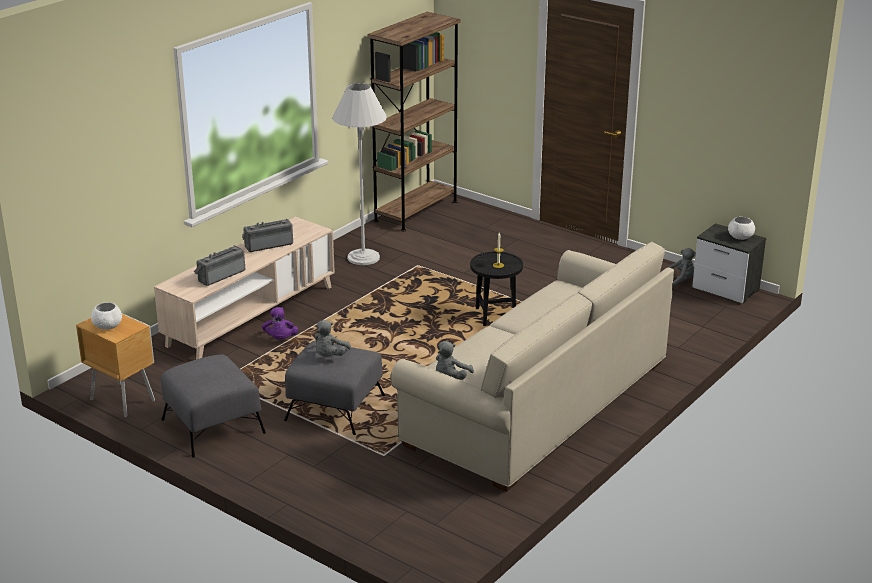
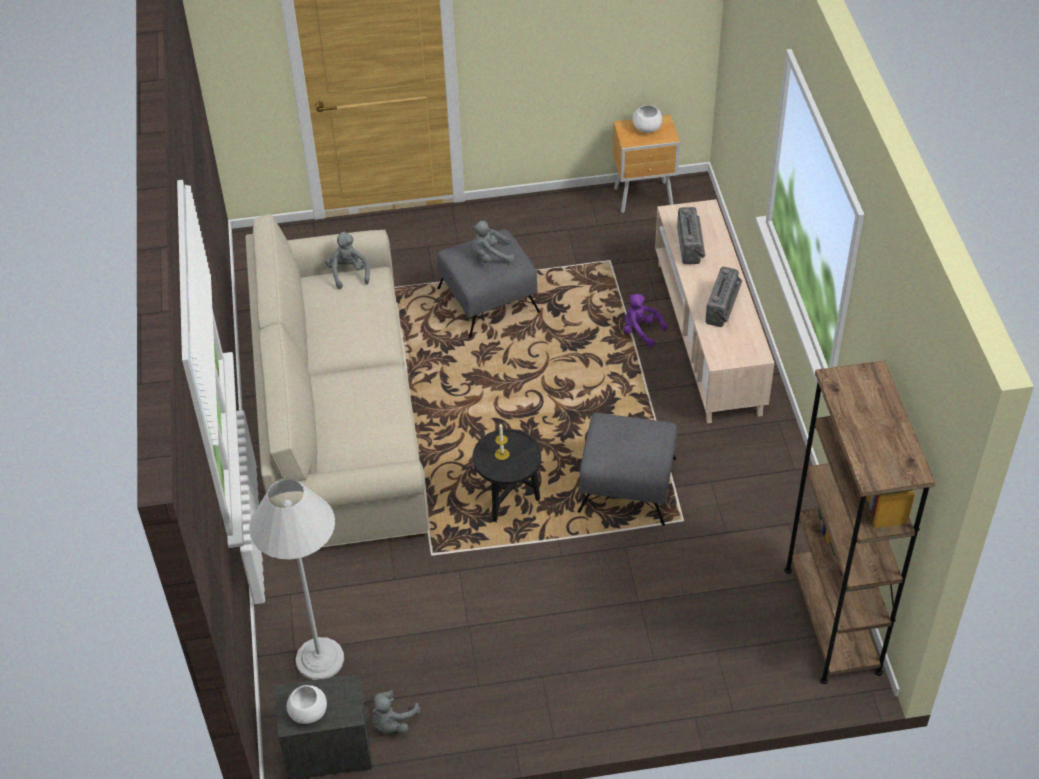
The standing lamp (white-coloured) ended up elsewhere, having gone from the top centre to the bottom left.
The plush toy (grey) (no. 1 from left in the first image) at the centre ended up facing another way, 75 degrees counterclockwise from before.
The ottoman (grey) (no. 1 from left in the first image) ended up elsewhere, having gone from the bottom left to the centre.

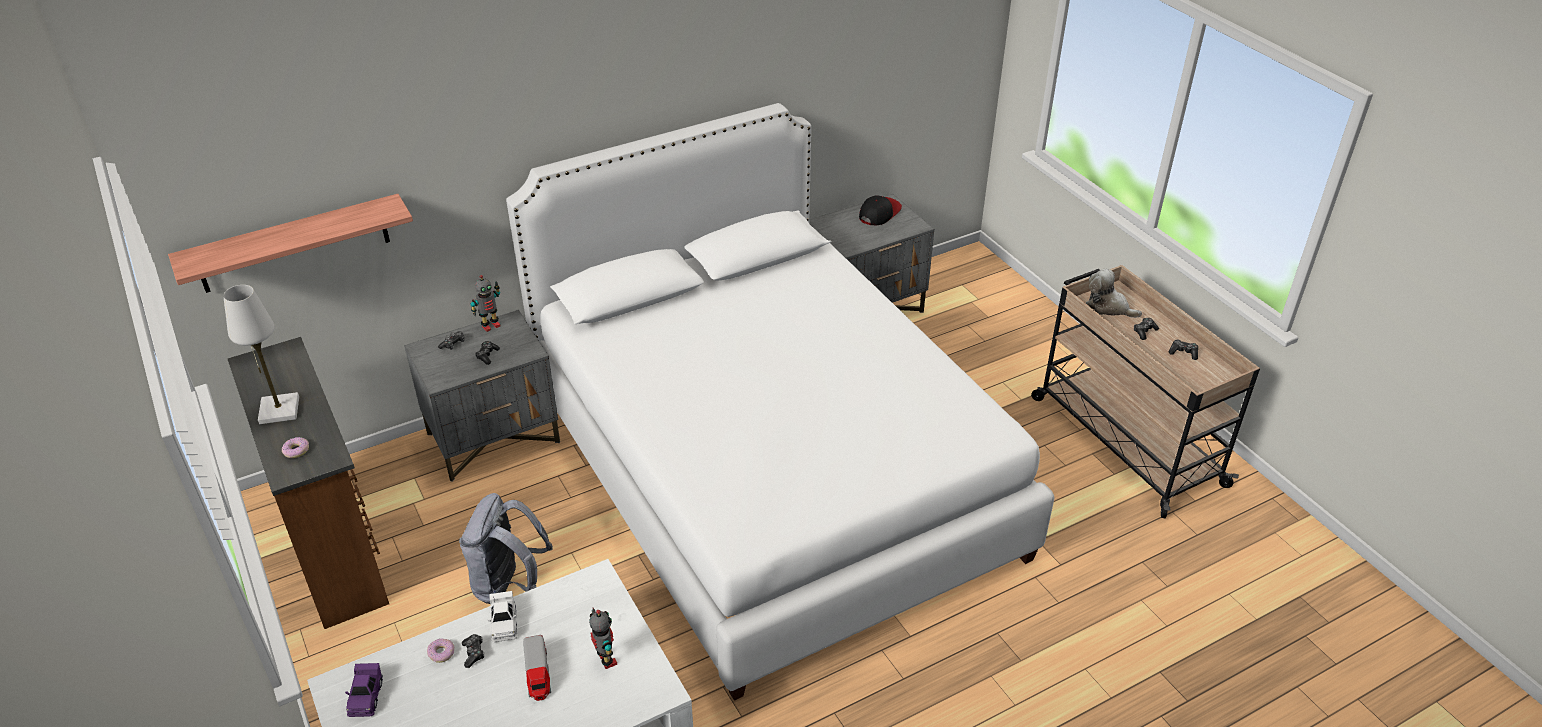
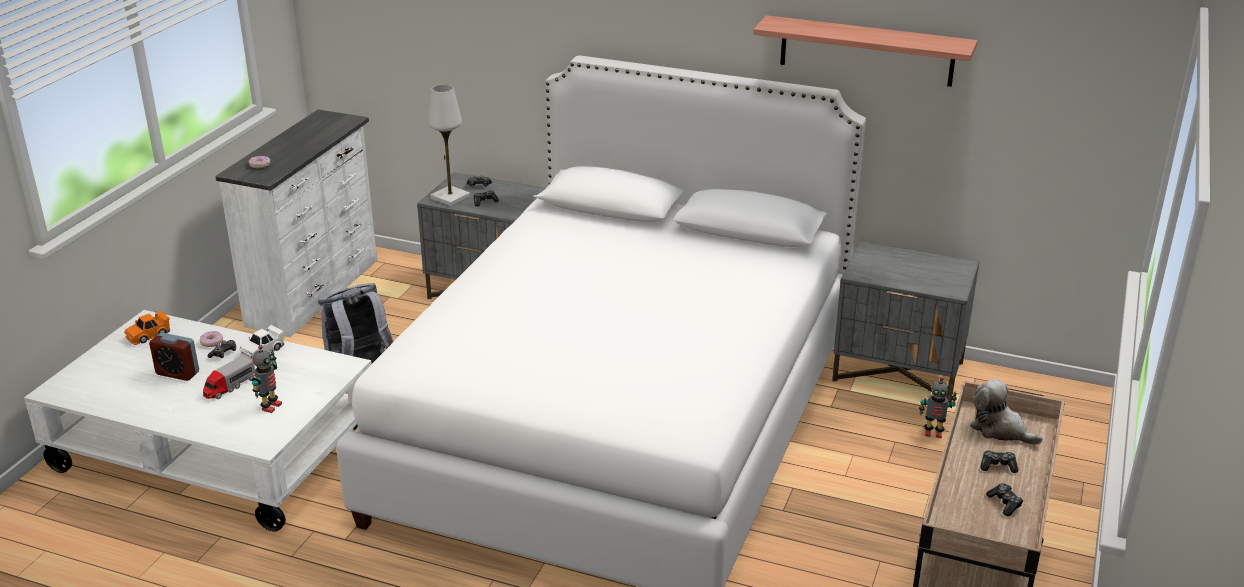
What was the toy car (purple-coloured) at the bottom left turned into the toy car (orangey) at the middle left.
The second view gained the table clock at the middle left.
What was the dresser (brownish) at the middle left turned into the dresser (white-coloured) at the middle left.
The tabletop lamp (white-coloured) ended up elsewhere, having gone from the middle left to the top centre.
The bracket shelf ended up elsewhere, having gone from the middle left to the top right.
The toy robot (no. 1 from left in the first image) ended up elsewhere, having gone from the middle left to the bottom right.
The plush toy at the middle right ended up facing another way, 45 degrees counterclockwise from before.
The second view lost the peaked cap at the top centre.

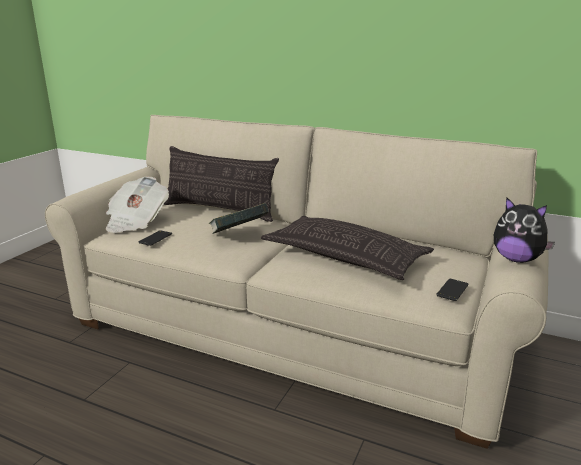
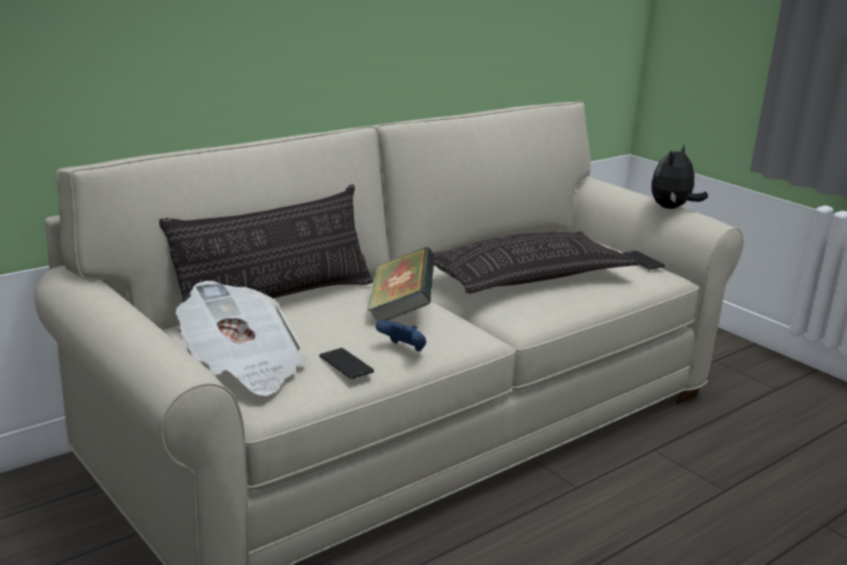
The second view gained the joypad (blue-coloured) at the centre.
The plush toy at the middle right ended up facing another way, 150 degrees clockwise from before.

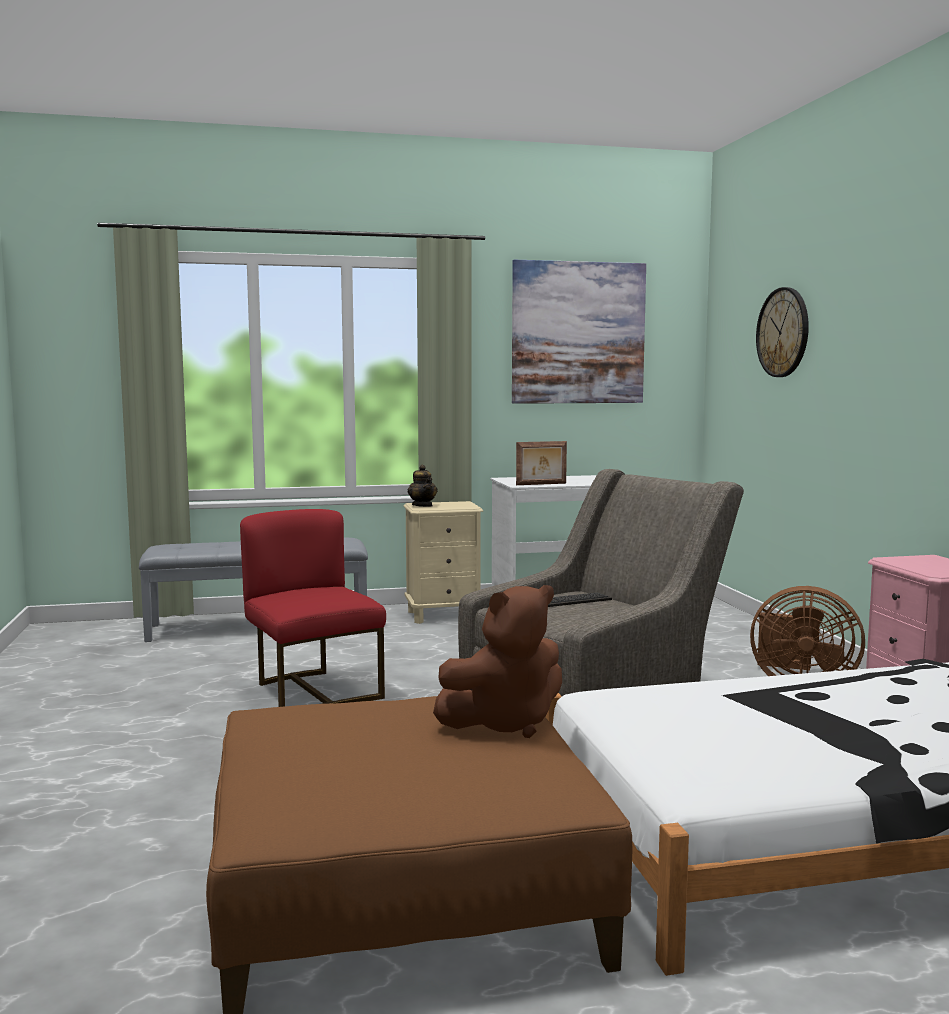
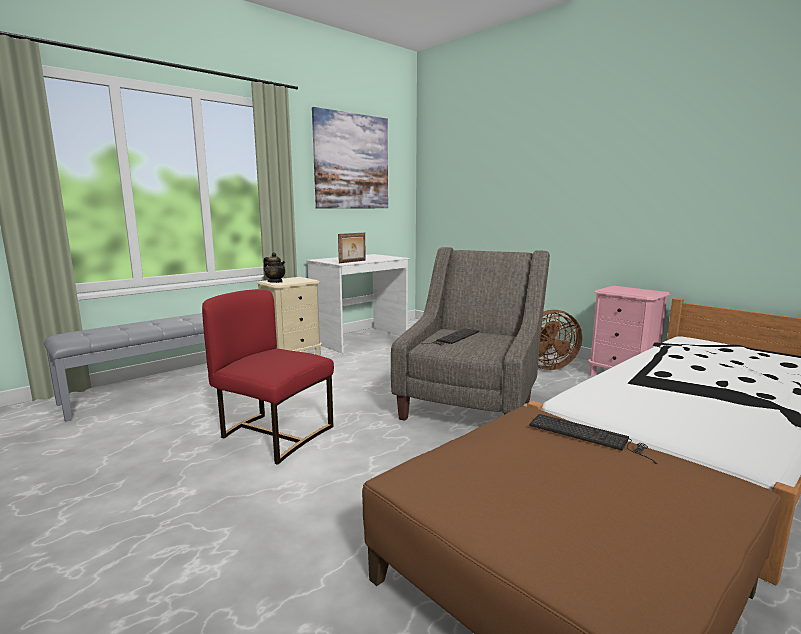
Where the plush toy (brownish) stood at the centre, the computer keyboard (no. 2 from left) came to stand at the bottom right.
The second view lost the hanging clock at the top right.

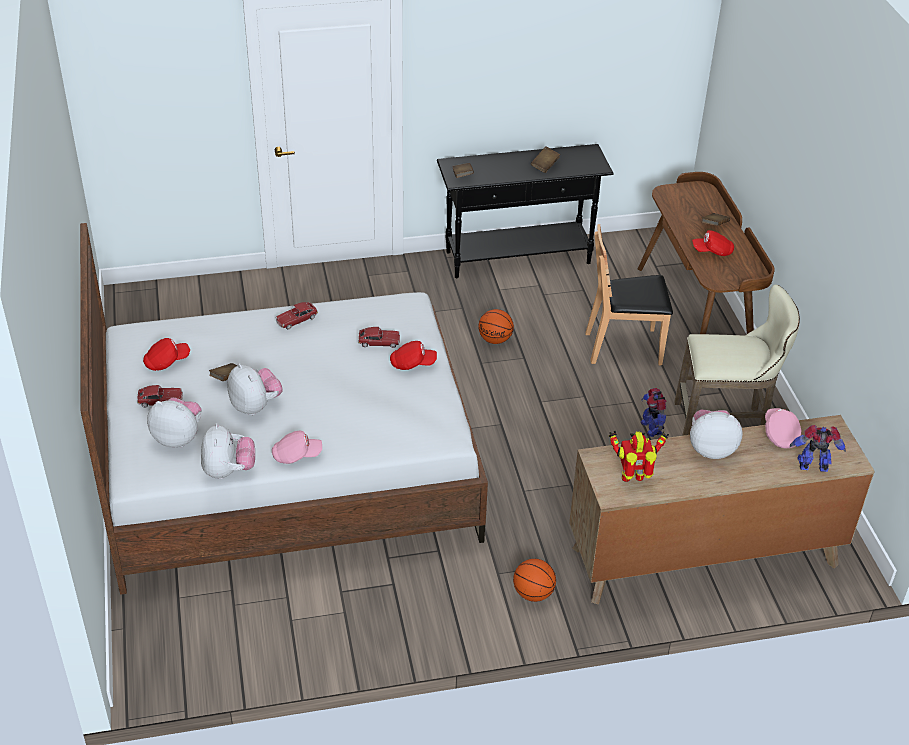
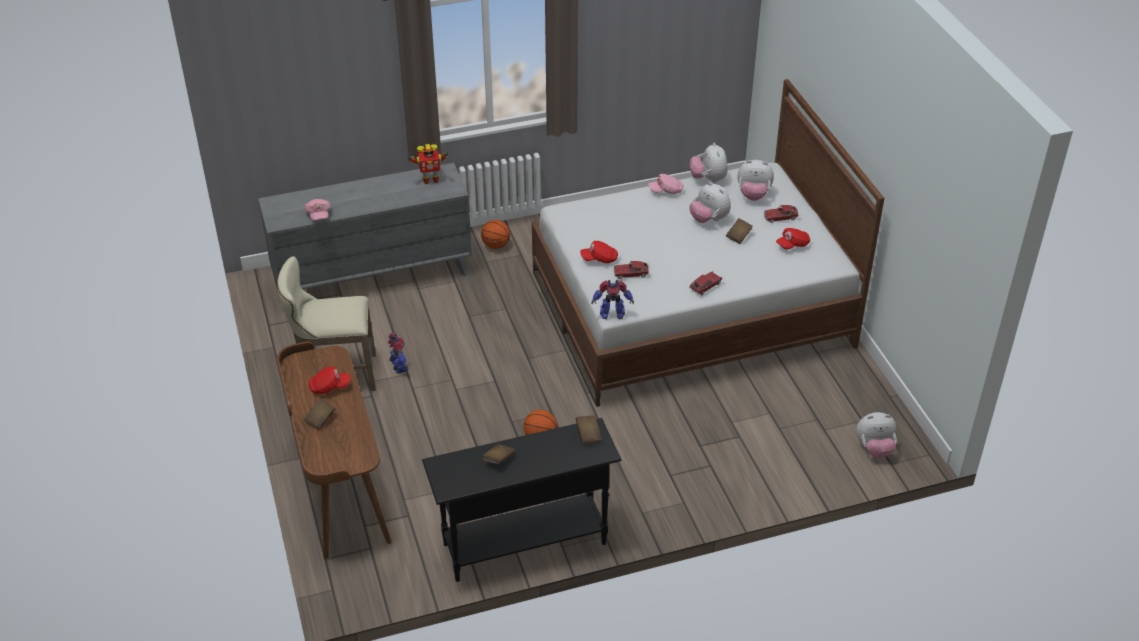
What was the dresser (brownish) at the bottom right turned into the dresser (grey) at the middle left.
The toy robot (no. 3 from left) ended up elsewhere, having gone from the middle right to the centre.
The plush toy (no. 4 from left) ended up elsewhere, having gone from the middle right to the bottom right.
The second view lost the chair (brownish) at the middle right.

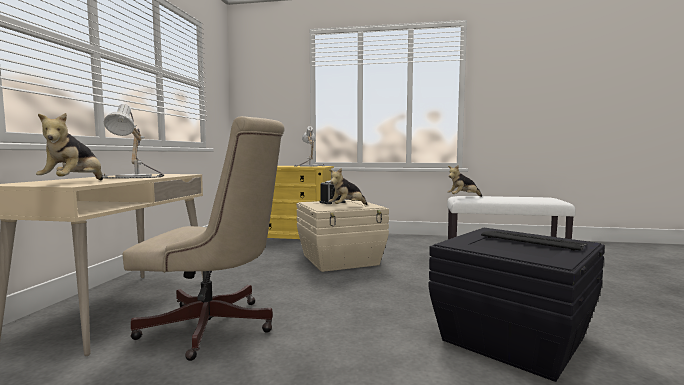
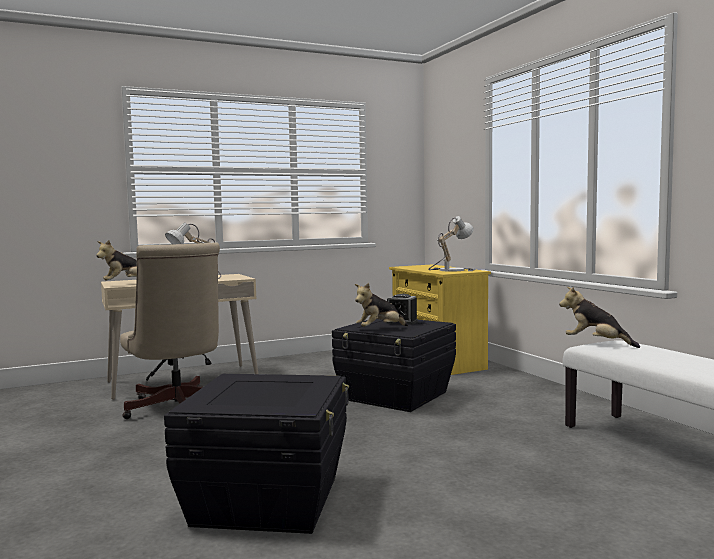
What was the storage bin (beige-coloured) at the centre turned into the storage bin (black) (no. 2 from left) at the centre.
The plush toy (no. 2 from left) at the centre ended up facing another way, 45 degrees counterclockwise from before.
The second view lost the computer keyboard at the middle right.

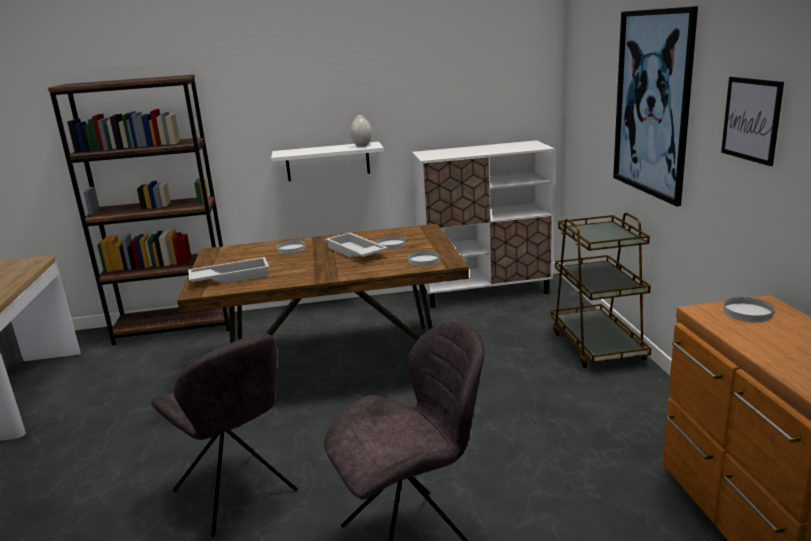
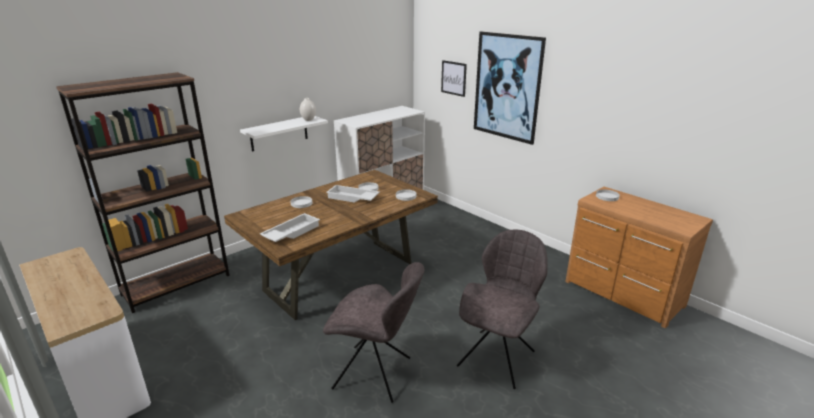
The wall picture (no. 2 from left in the first image) ended up elsewhere, having gone from the top right to the top centre.
The second view lost the wheeled cart (brownish) at the middle right.

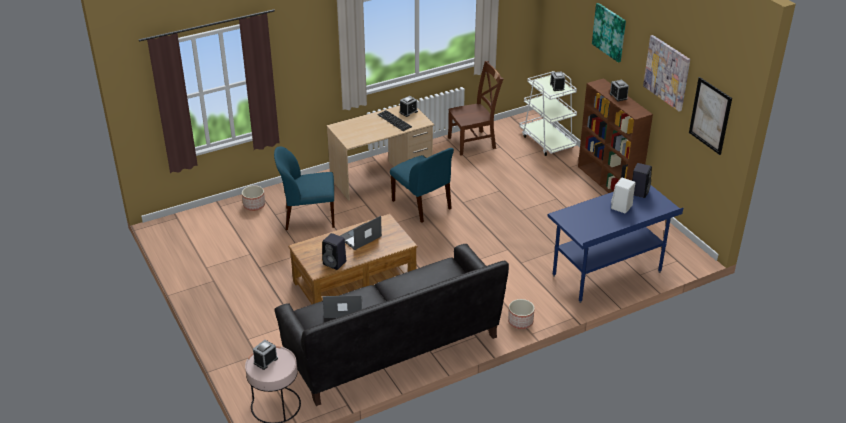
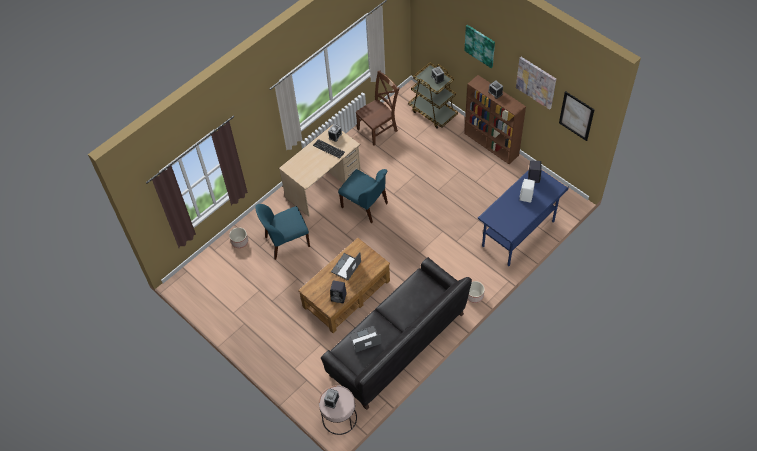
What was the wheeled cart (white-coloured) at the top centre turned into the wheeled cart (brownish) at the top centre.

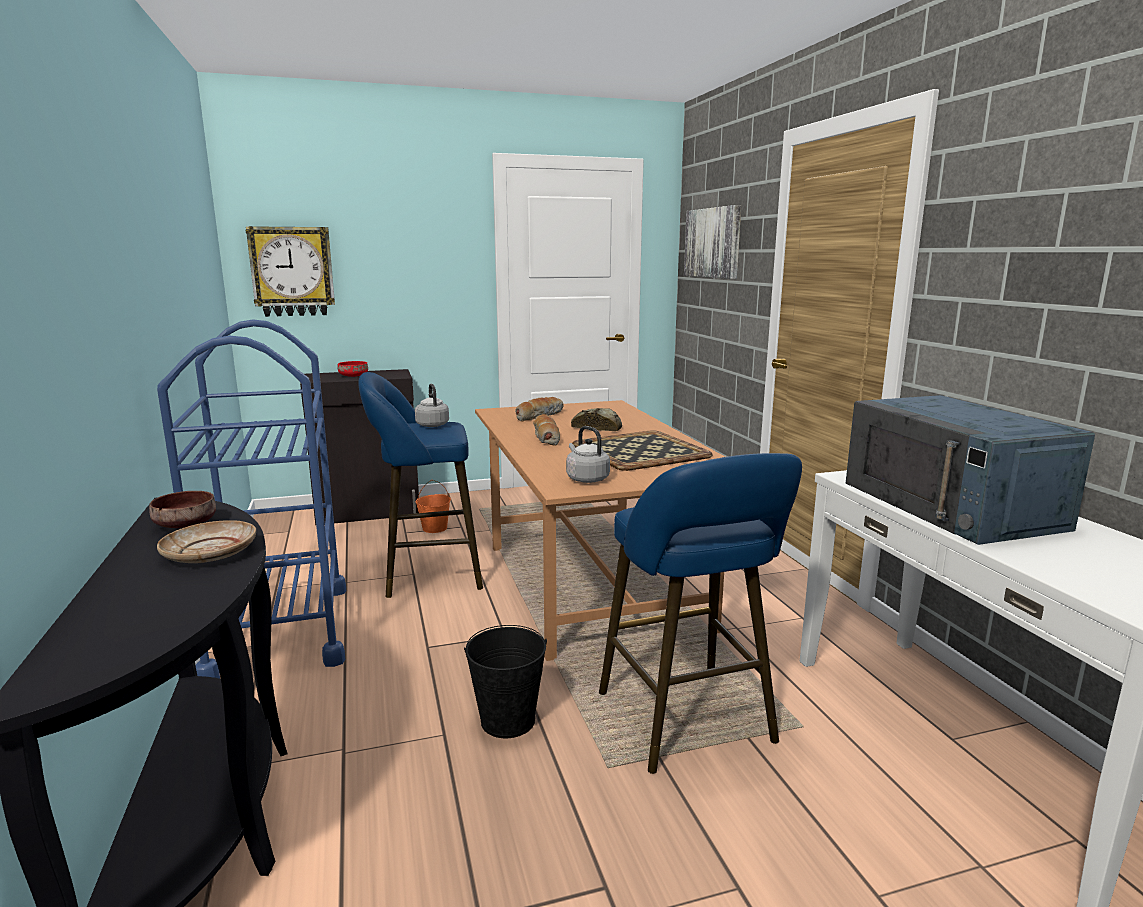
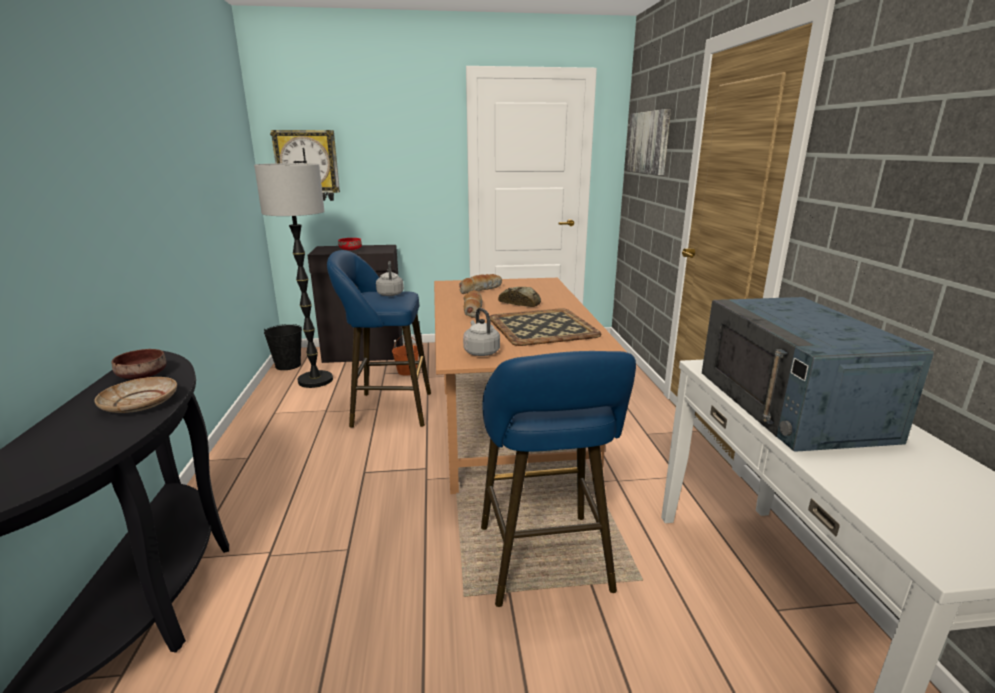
The second view gained the standing lamp at the middle left.
The water bucket (black) ended up elsewhere, having gone from the bottom centre to the middle left.
The second view lost the wheeled cart (blue-coloured) at the middle left.

